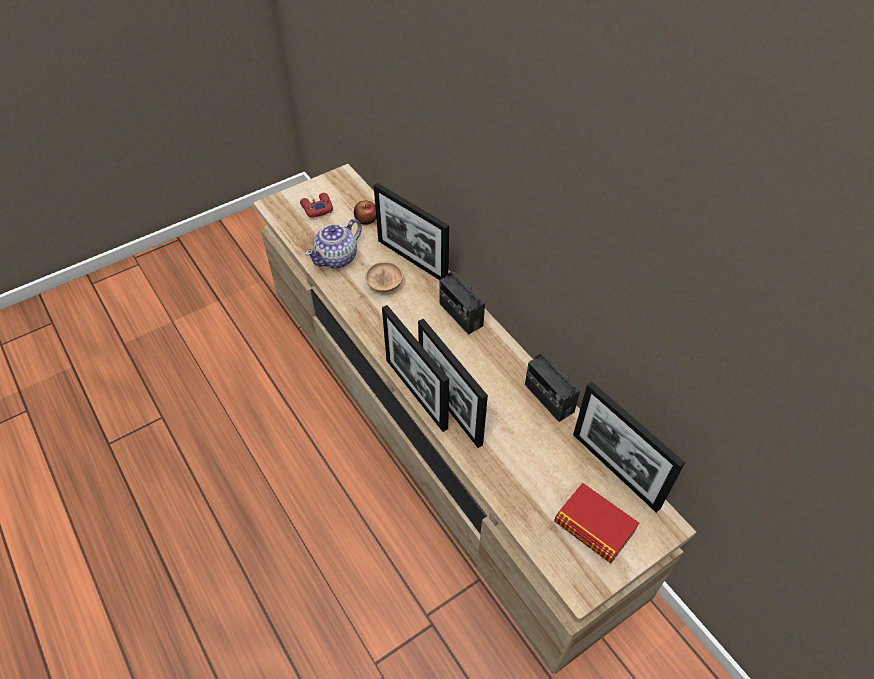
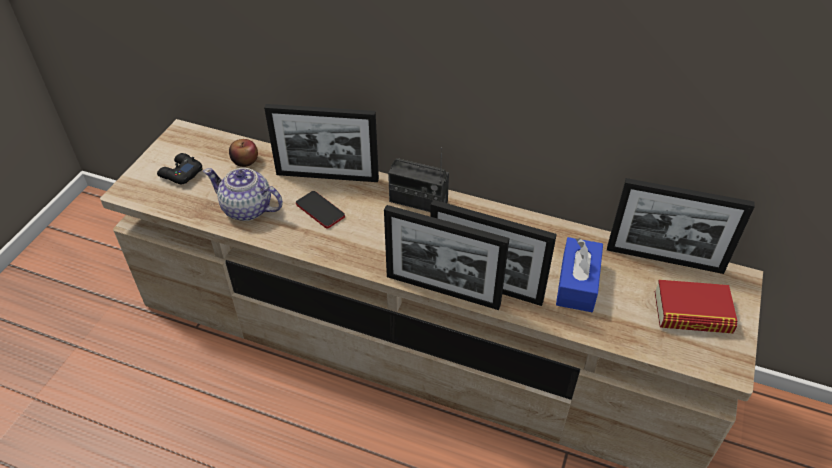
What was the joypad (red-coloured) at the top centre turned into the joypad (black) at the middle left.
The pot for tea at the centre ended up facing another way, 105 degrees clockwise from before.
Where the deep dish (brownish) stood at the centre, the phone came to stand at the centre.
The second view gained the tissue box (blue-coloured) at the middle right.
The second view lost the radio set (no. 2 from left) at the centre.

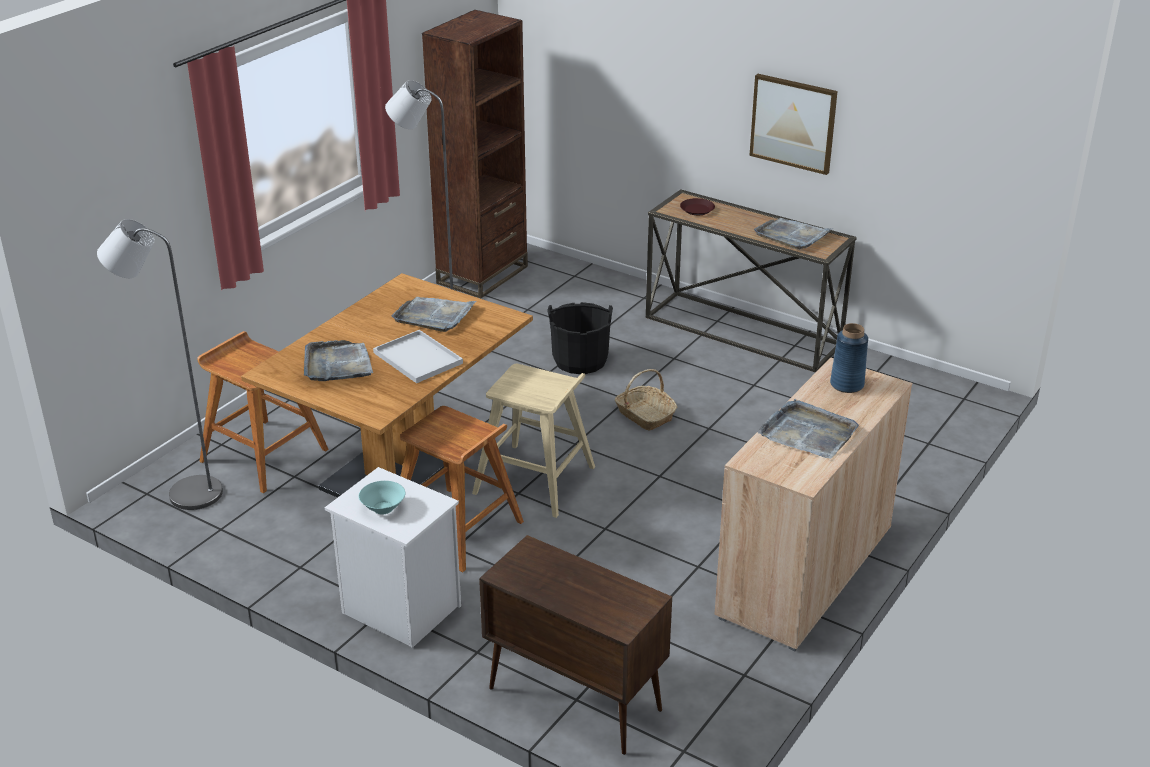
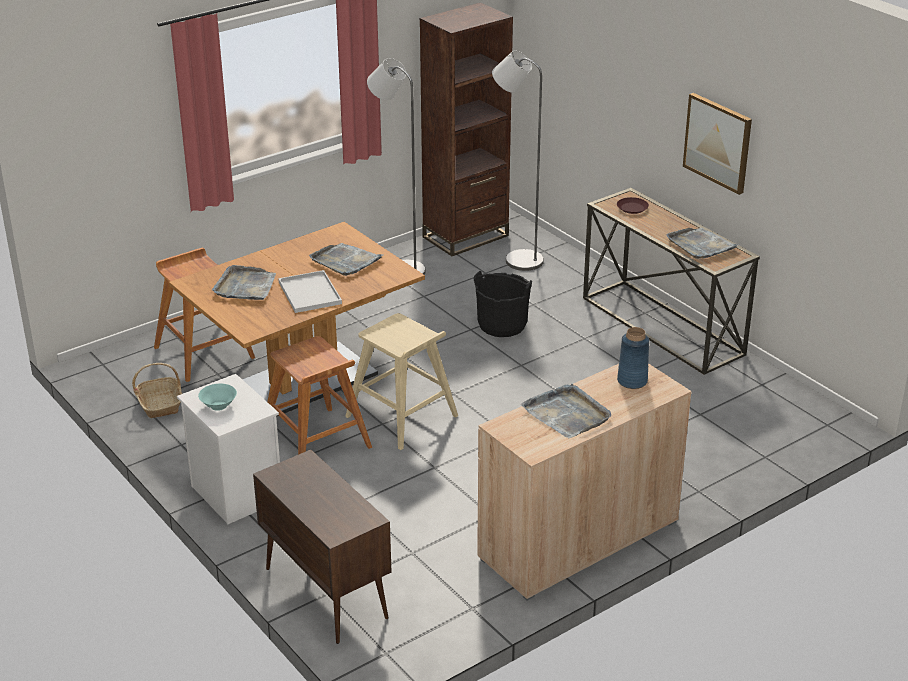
The storage basket ended up elsewhere, having gone from the centre to the middle left.
The standing lamp (grey) (no. 1 from left in the first image) ended up elsewhere, having gone from the middle left to the top centre.

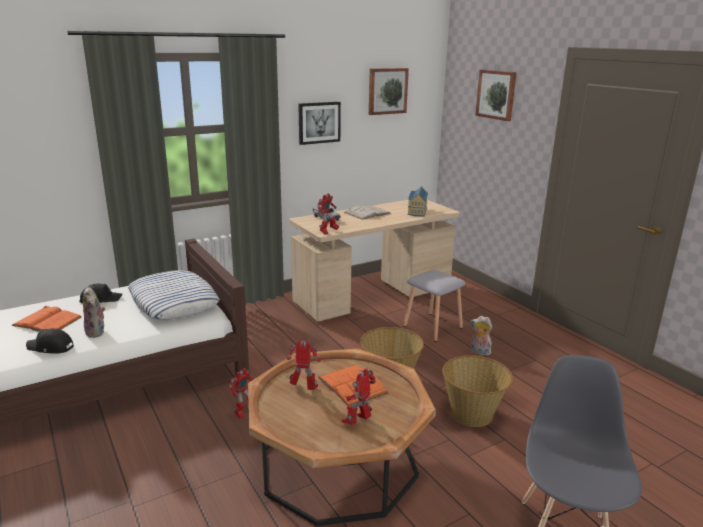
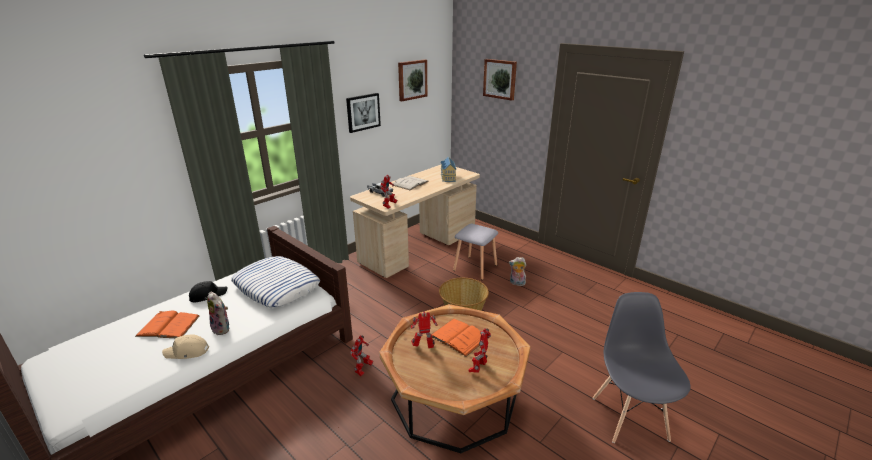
What was the peaked cap (black) (no. 1 from left) at the middle left turned into the peaked cap (beige-coloured) at the bottom left.
The second view lost the storage basket (no. 2 from left) at the bottom right.

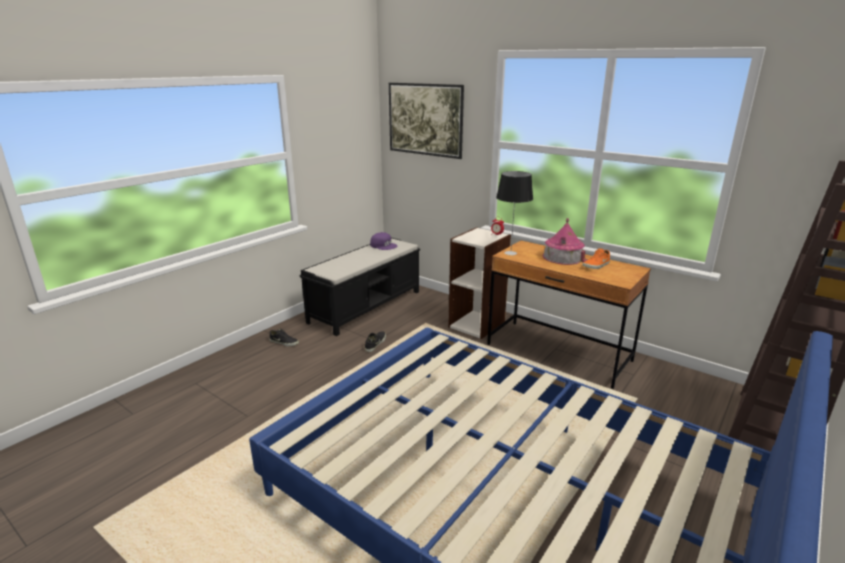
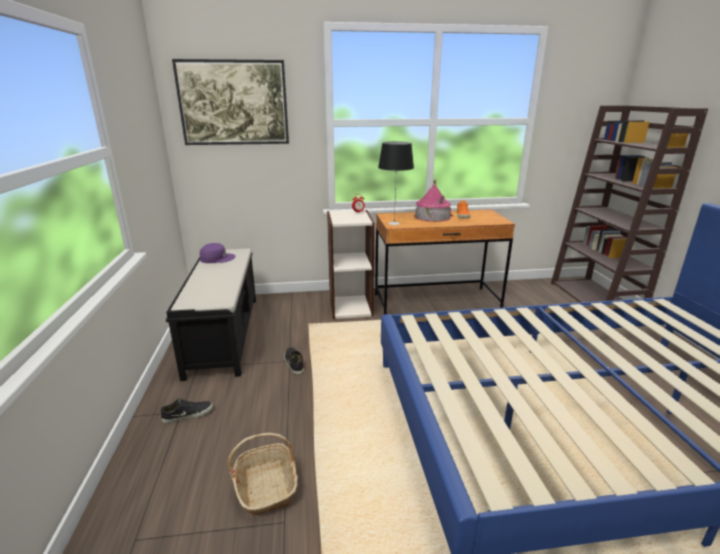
The second view gained the storage basket at the bottom centre.

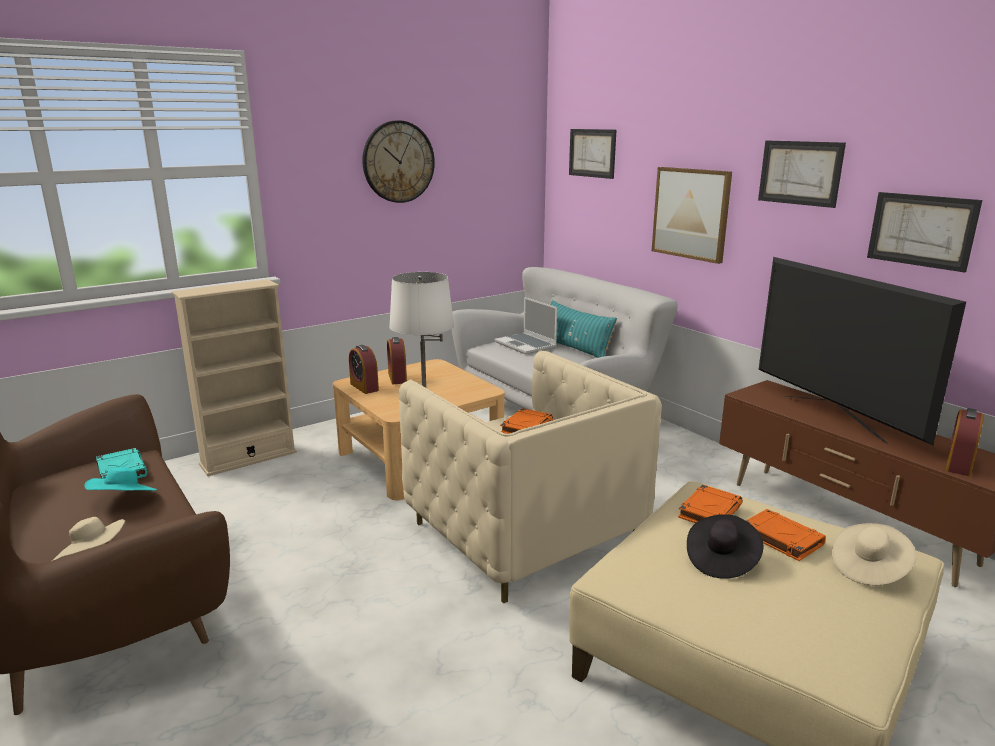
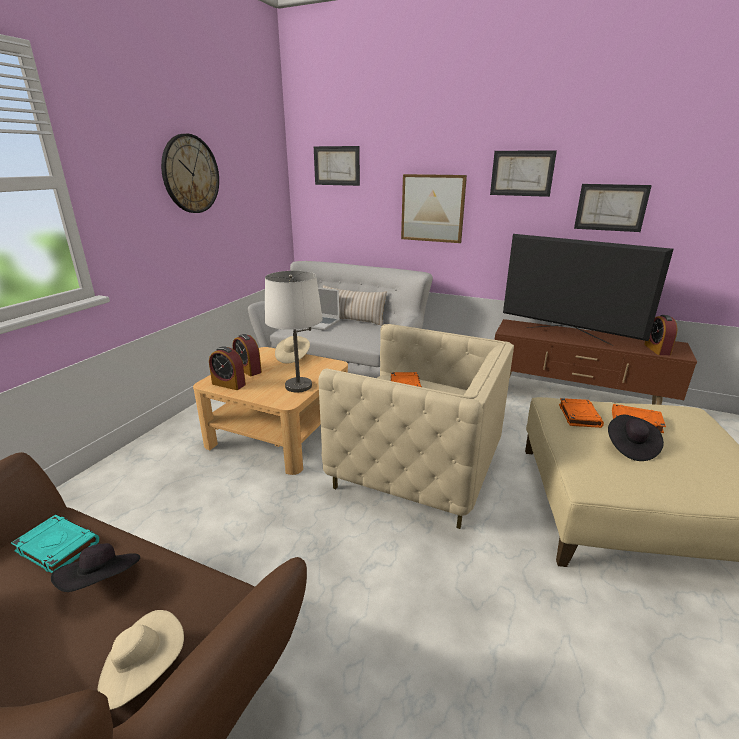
What was the clothing hat (turquoise-coloured) at the middle left turned into the clothing hat (black) (no. 1 from left) at the bottom left.
The clothing hat (beige-coloured) (no. 2 from left) ended up elsewhere, having gone from the bottom right to the centre.
What was the cushion (turquoise-coloured) at the centre turned into the cushion (beige-coloured) at the centre.
The second view lost the bookcase (beige-coloured) at the middle left.

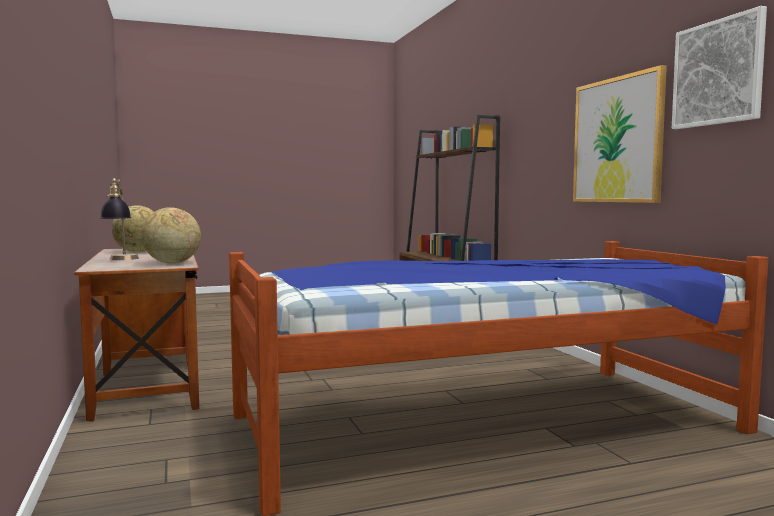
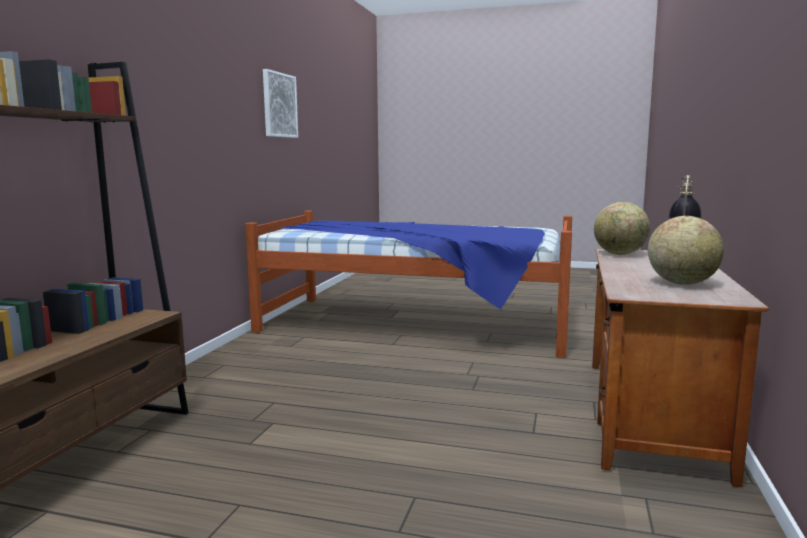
The second view lost the wall picture (no. 1 from left) at the top right.

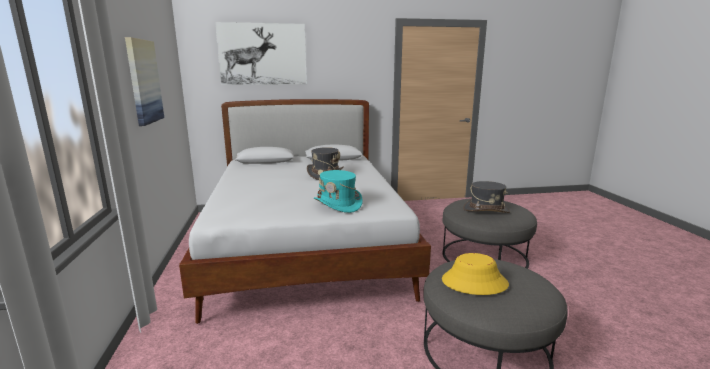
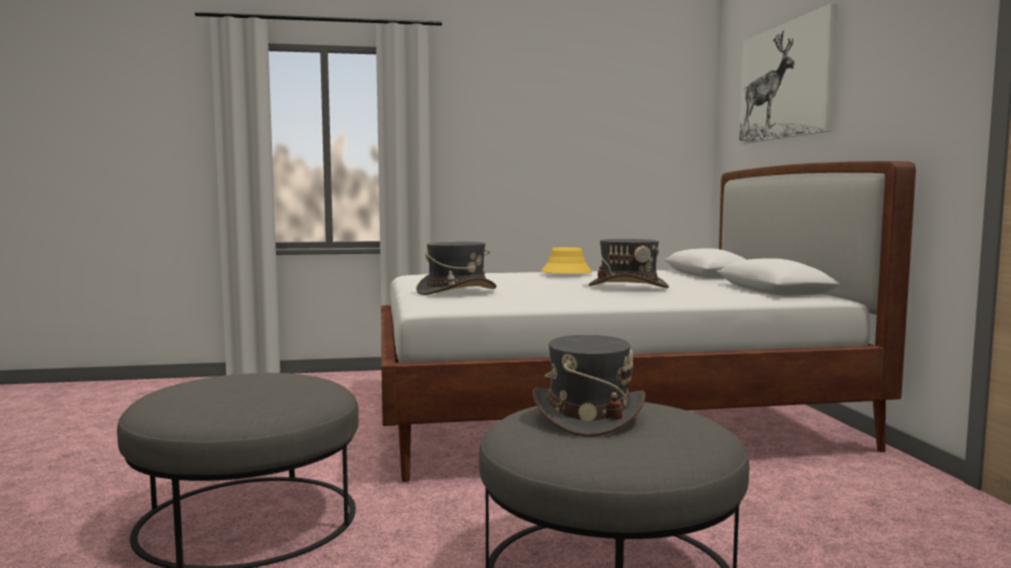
What was the clothing hat (turquoise-coloured) at the centre turned into the clothing hat (grey) (no. 1 from left) at the centre.
The clothing hat (yellowish) ended up elsewhere, having gone from the bottom right to the centre.
The second view lost the wall picture (no. 1 from left) at the top left.

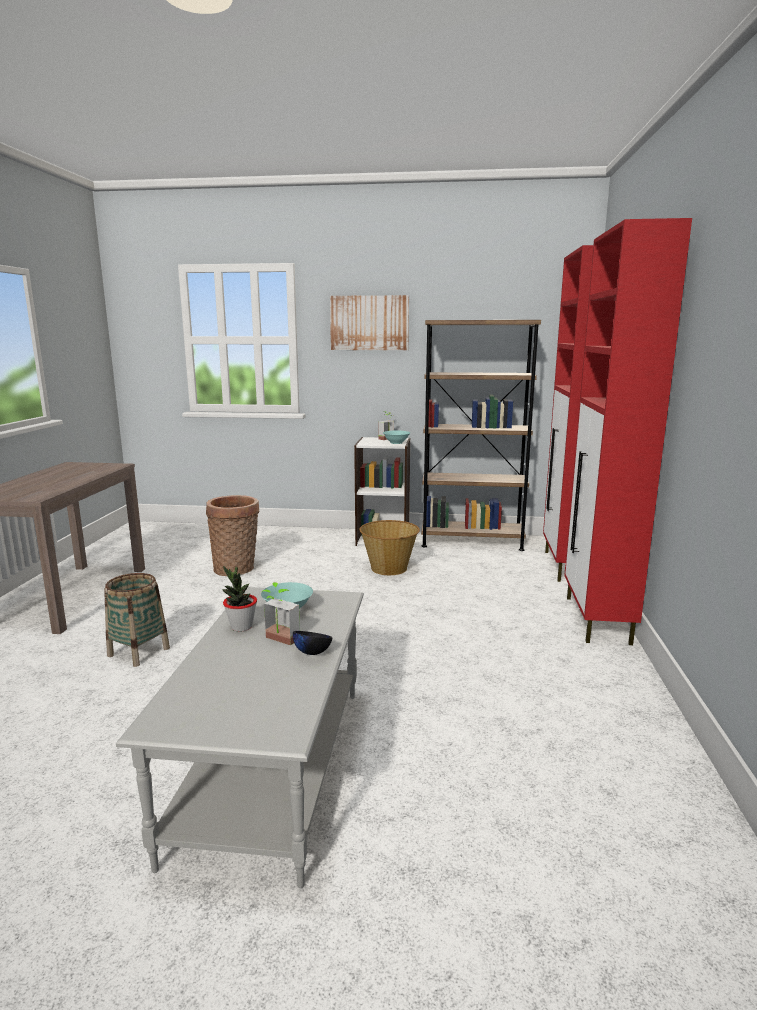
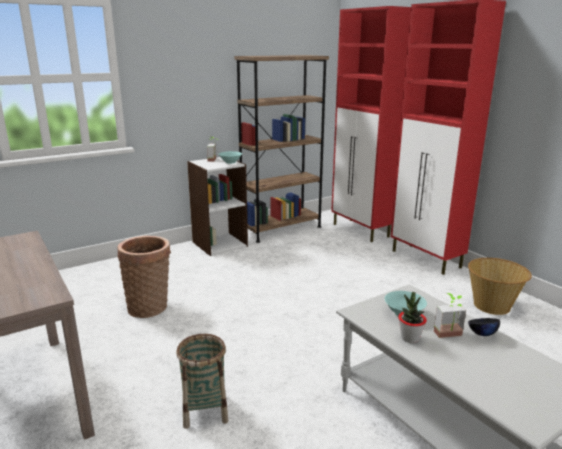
The storage basket (no. 3 from left) ended up elsewhere, having gone from the centre to the middle right.
The second view lost the wall picture at the top centre.

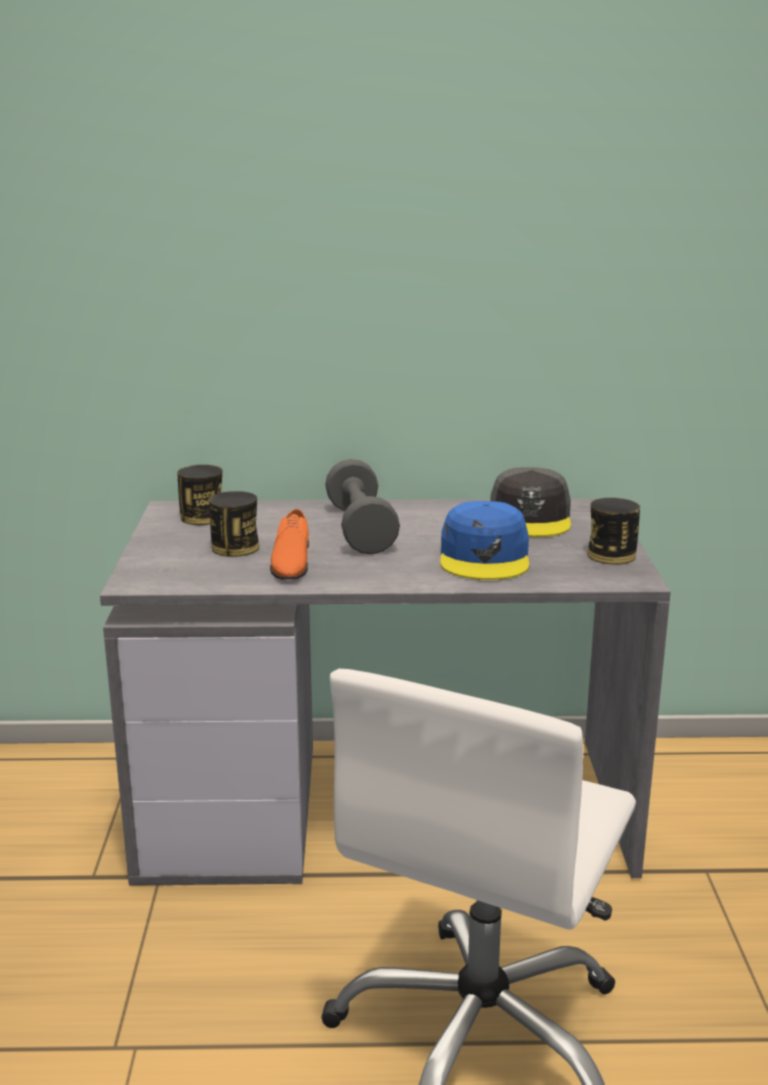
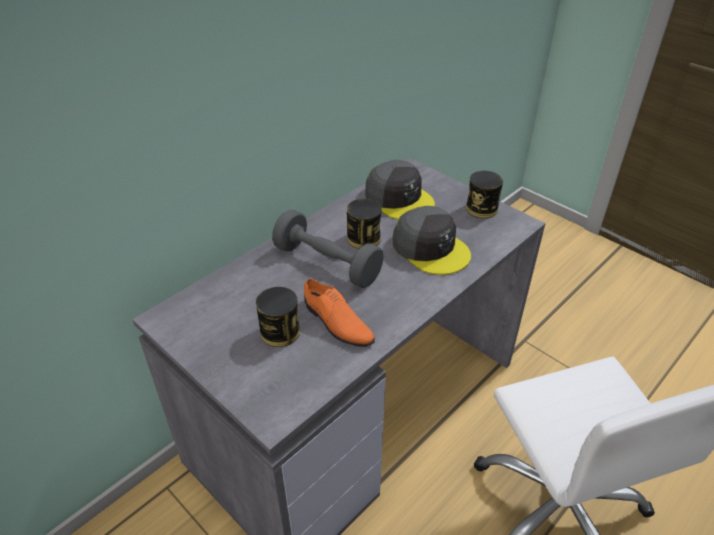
The metal can (no. 1 from left in the first image) ended up elsewhere, having gone from the middle left to the centre.
What was the peaked cap (blue-coloured) at the centre turned into the peaked cap (grey) (no. 2 from left) at the centre.

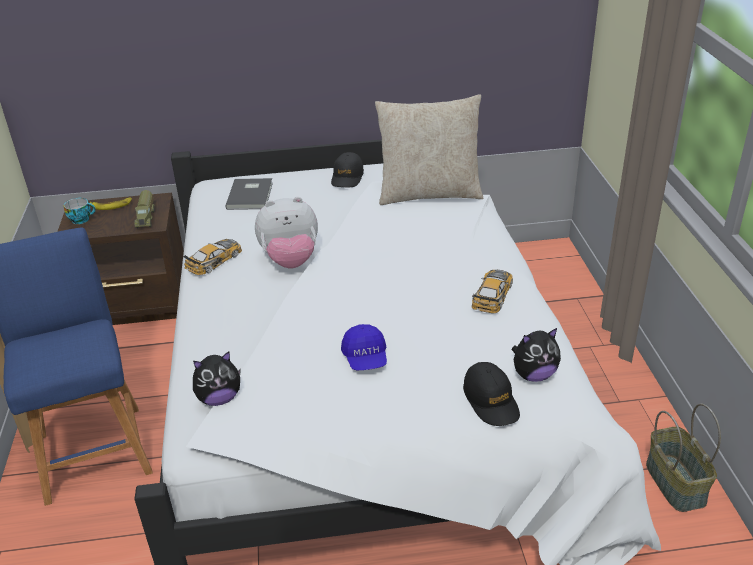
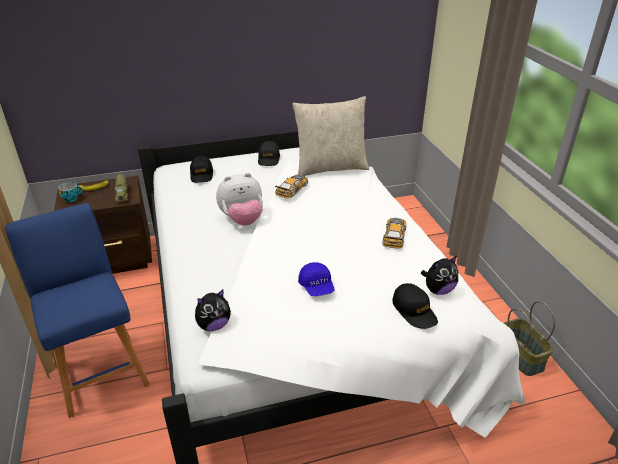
Where the volume (grey) stood at the middle left, the peaked cap (black) (no. 1 from left) came to stand at the middle left.
The toy car (no. 1 from left) ended up elsewhere, having gone from the middle left to the centre.

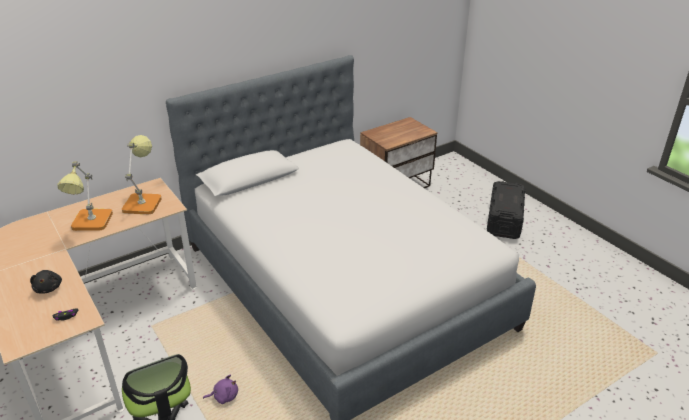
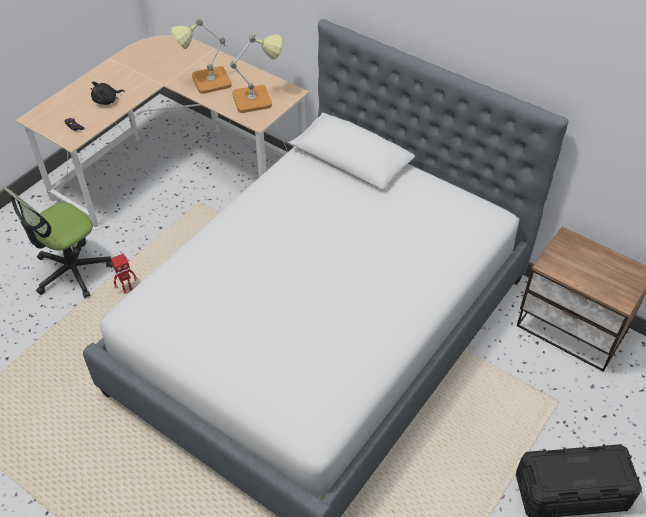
Where the plush toy (purple-coloured) stood at the bottom left, the toy robot came to stand at the middle left.

